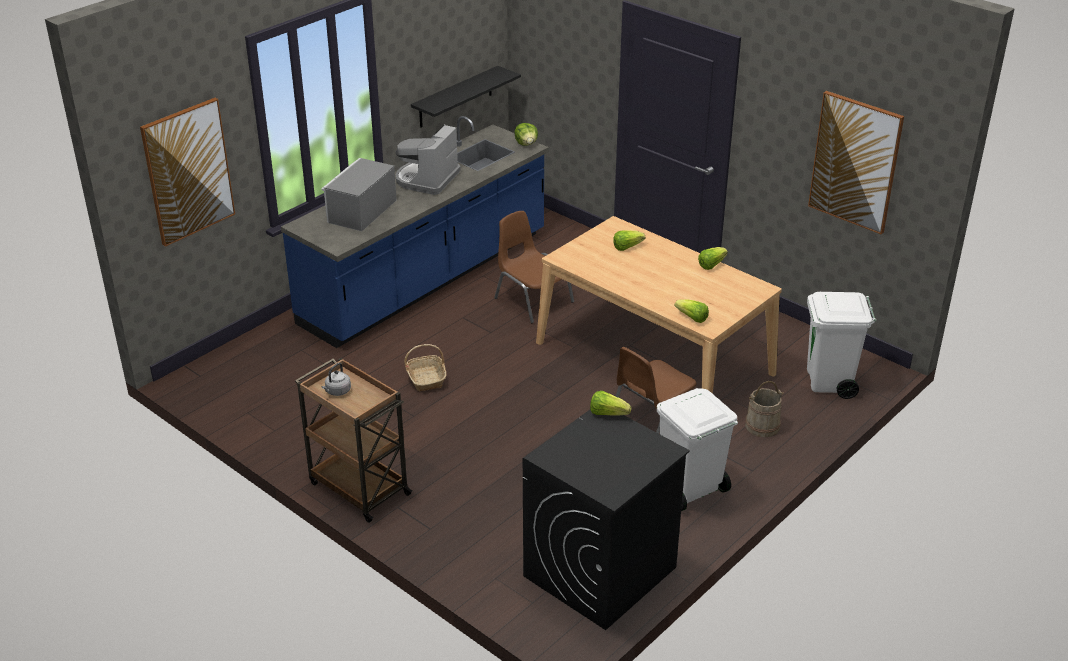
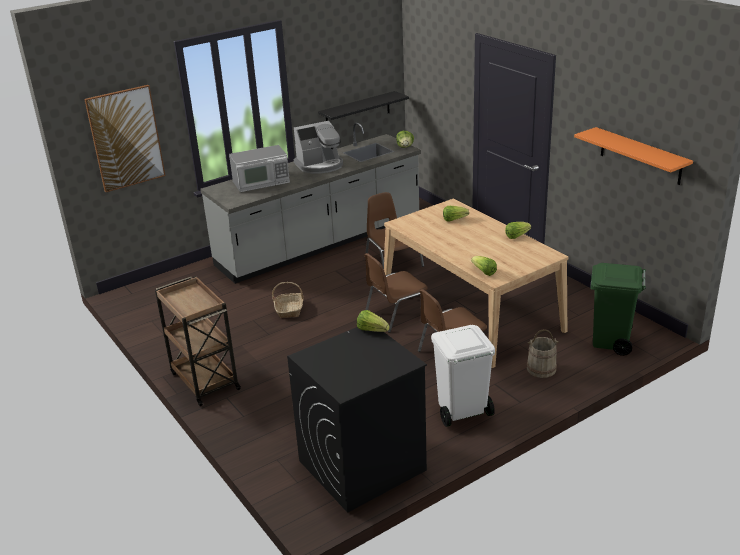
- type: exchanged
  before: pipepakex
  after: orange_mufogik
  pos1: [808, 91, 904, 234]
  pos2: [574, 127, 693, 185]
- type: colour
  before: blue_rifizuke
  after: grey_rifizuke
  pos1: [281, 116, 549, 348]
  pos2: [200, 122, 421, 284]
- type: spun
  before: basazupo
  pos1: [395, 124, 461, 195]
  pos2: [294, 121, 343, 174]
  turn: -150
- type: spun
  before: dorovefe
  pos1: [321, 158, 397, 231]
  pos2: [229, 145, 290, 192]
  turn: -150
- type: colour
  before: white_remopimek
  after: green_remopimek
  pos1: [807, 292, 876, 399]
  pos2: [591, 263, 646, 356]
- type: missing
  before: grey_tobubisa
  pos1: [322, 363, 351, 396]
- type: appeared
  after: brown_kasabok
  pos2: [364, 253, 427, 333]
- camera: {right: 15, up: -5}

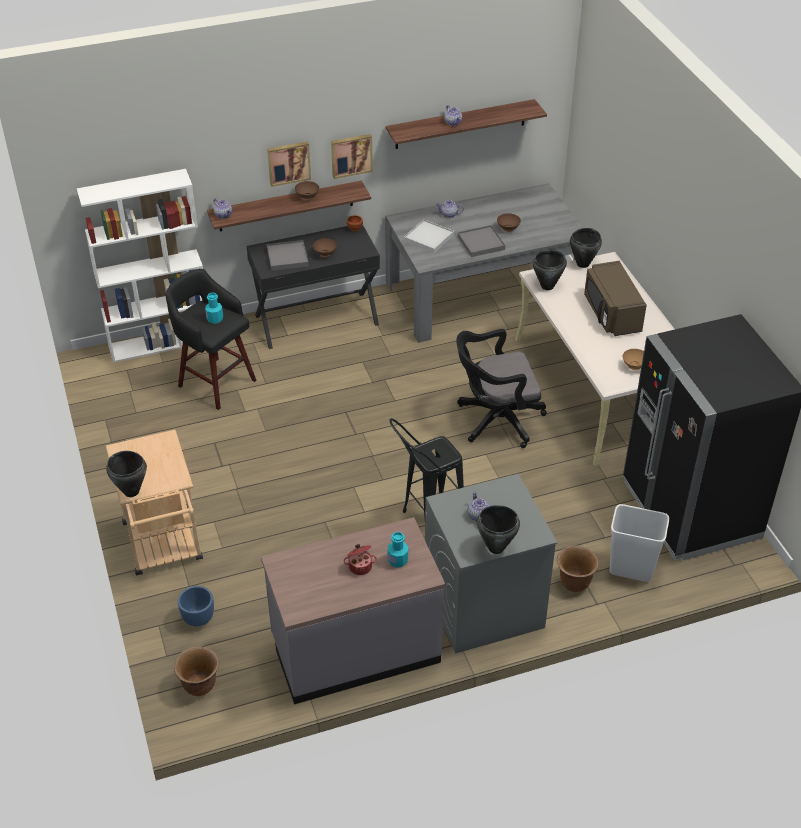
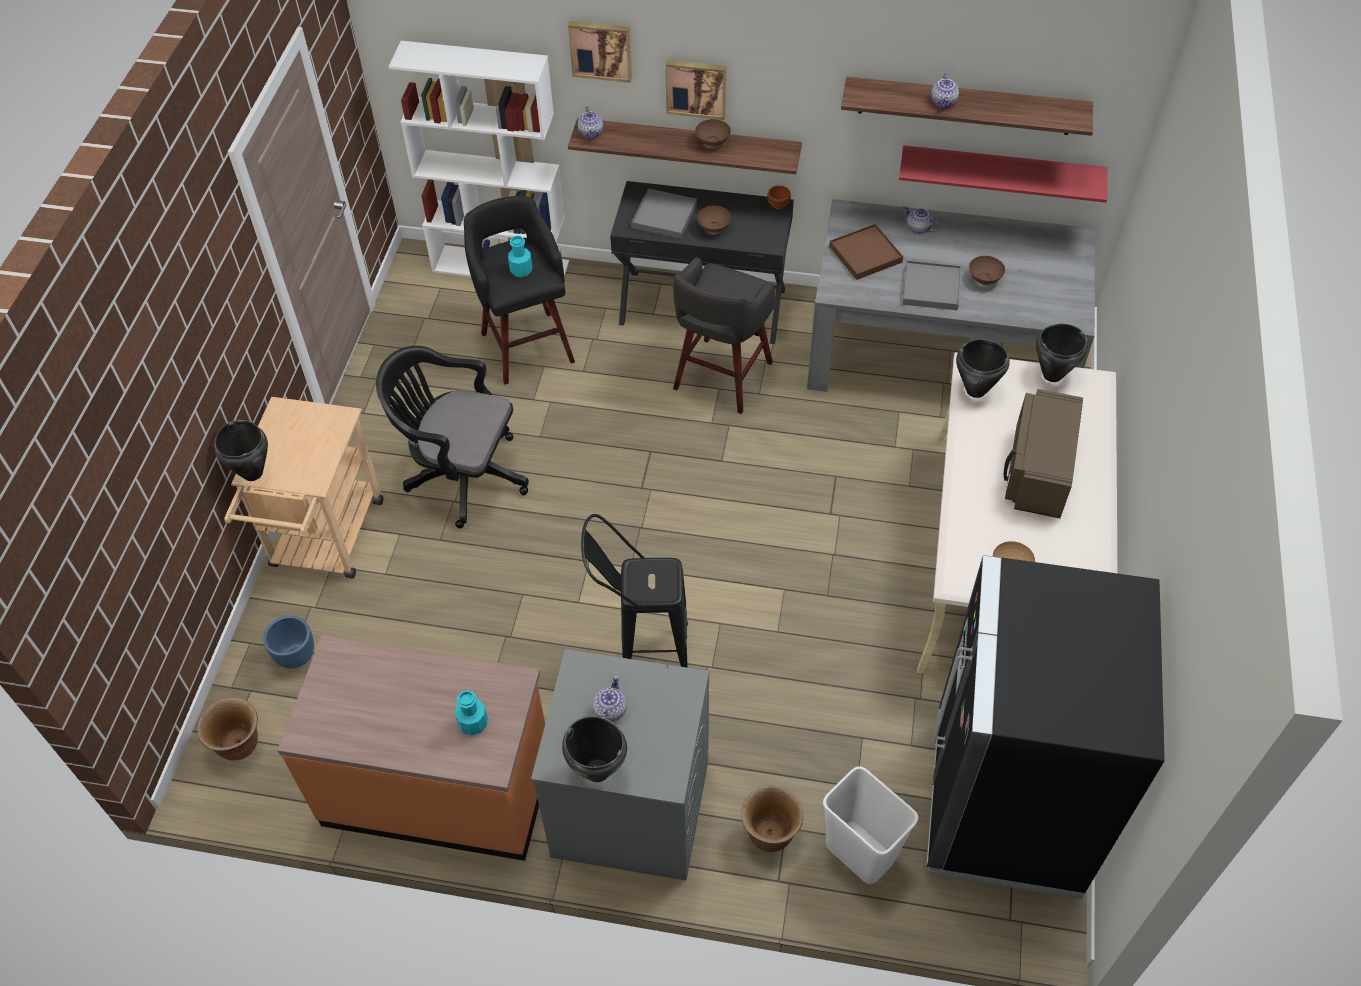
- type: relocated
  before: pipepakex
  pos1: [331, 134, 373, 179]
  pos2: [568, 21, 632, 83]
- type: colour
  before: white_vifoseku
  after: brown_vifoseku
  pos1: [404, 219, 454, 253]
  pos2: [829, 224, 903, 280]
- type: relocated
  before: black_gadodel
  pos1: [456, 329, 547, 448]
  pos2: [376, 346, 529, 528]
- type: colour
  before: grey_rifizuke
  after: orange_rifizuke
  pos1: [261, 517, 445, 704]
  pos2: [277, 636, 545, 861]
- type: missing
  before: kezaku
  pos1: [344, 544, 377, 575]
- type: appeared
  after: red_mufogik
  pos2: [899, 145, 1107, 203]
- type: appeared
  after: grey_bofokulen
  pos2: [673, 257, 775, 414]
- camera: {right: 30, up: 10}

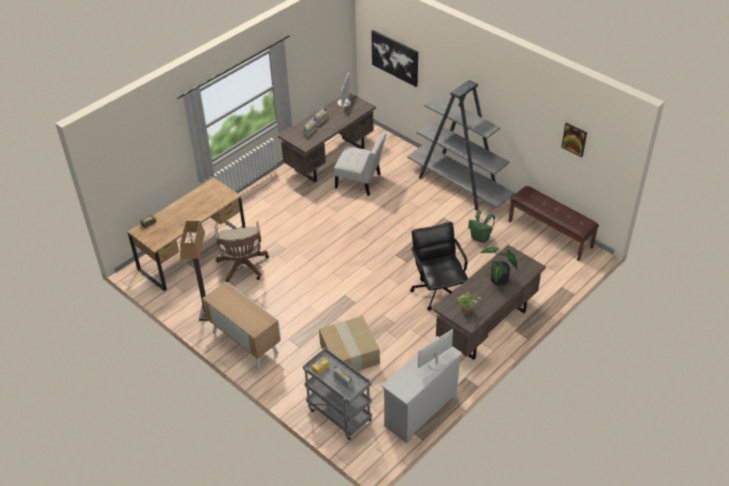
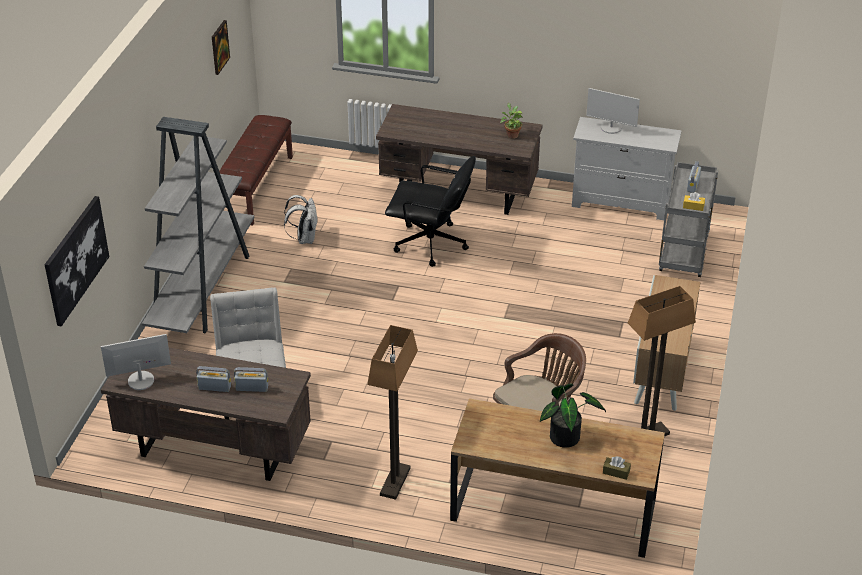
- type: colour
  before: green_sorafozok
  after: white_sorafozok
  pos1: [468, 210, 495, 243]
  pos2: [284, 195, 318, 244]
- type: spun
  before: black_gadodel
  pos1: [410, 222, 468, 310]
  pos2: [385, 156, 476, 267]
  turn: -120
- type: relocated
  before: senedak
  pos1: [480, 247, 517, 285]
  pos2: [540, 383, 606, 448]
- type: missing
  before: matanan
  pos1: [319, 316, 380, 371]
- type: appeared
  after: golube
  pos2: [367, 325, 418, 500]
- camera: {right: -120, up: -5}

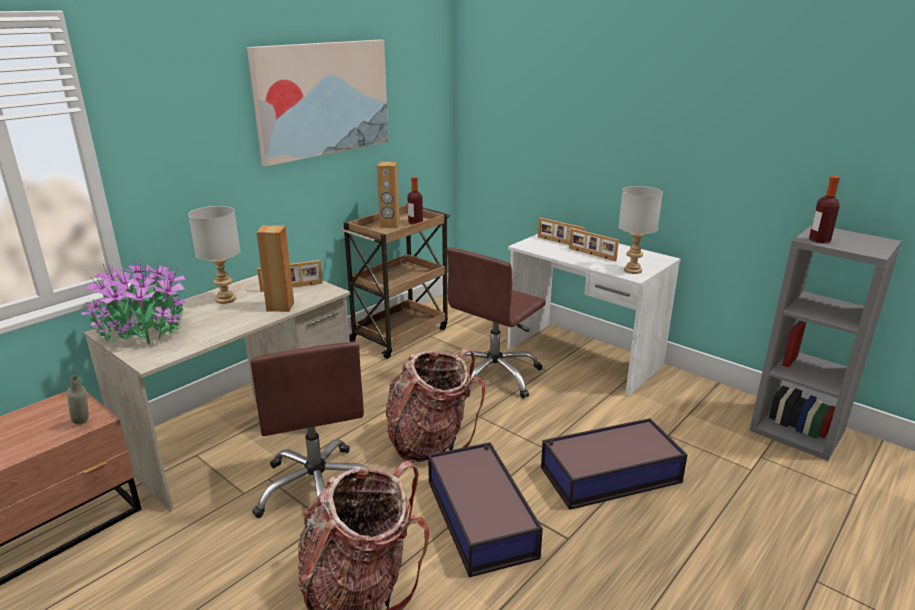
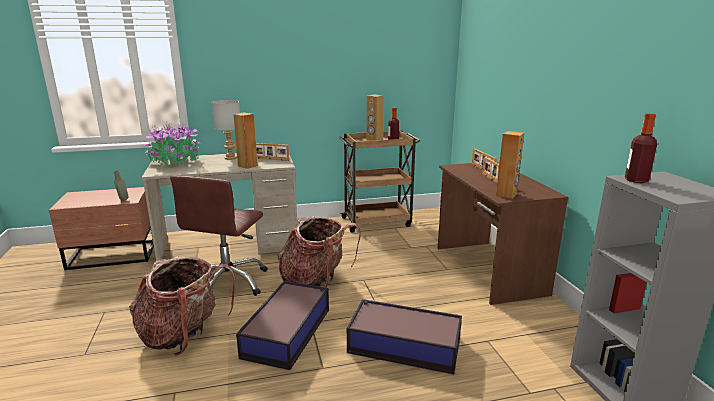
- type: missing
  before: pipepakex
  pos1: [247, 40, 389, 166]
- type: exchanged
  before: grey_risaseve
  after: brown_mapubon
  pos1: [618, 186, 663, 274]
  pos2: [496, 131, 524, 199]
- type: colour
  before: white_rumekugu
  after: brown_rumekugu
  pos1: [507, 234, 680, 396]
  pos2: [438, 162, 569, 305]
- type: missing
  before: brown_gadodel
  pos1: [447, 247, 546, 398]
- camera: {right: 35, up: -5}

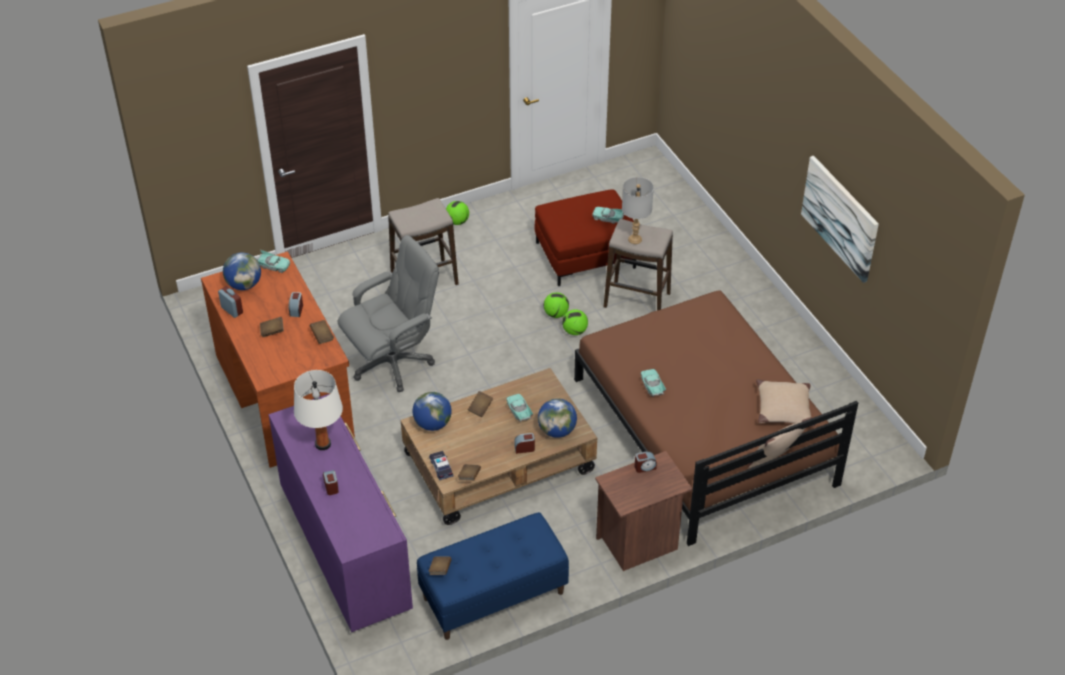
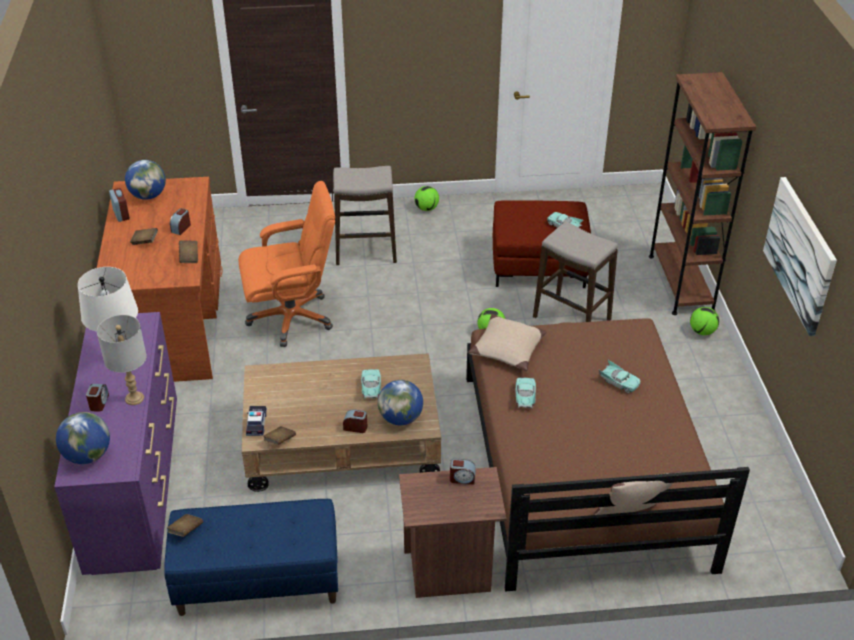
- type: relocated
  before: grey_risaseve
  pos1: [622, 177, 654, 244]
  pos2: [97, 315, 147, 405]
- type: colour
  before: grey_gadodel
  after: orange_gadodel
  pos1: [338, 235, 439, 392]
  pos2: [238, 181, 335, 347]
- type: relocated
  before: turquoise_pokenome
  pos1: [257, 250, 290, 273]
  pos2: [598, 360, 641, 393]
- type: relocated
  before: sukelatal
  pos1: [544, 292, 569, 318]
  pos2: [690, 307, 719, 335]
- type: relocated
  before: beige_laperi
  pos1: [756, 379, 815, 426]
  pos2: [469, 314, 547, 371]
- type: missing
  before: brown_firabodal
  pos1: [468, 391, 493, 417]
- type: relocated
  before: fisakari
  pos1: [413, 392, 452, 431]
  pos2: [56, 412, 110, 464]
- type: appeared
  after: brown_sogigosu
  pos2: [649, 72, 756, 315]
- camera: {right: 20, up: -5}

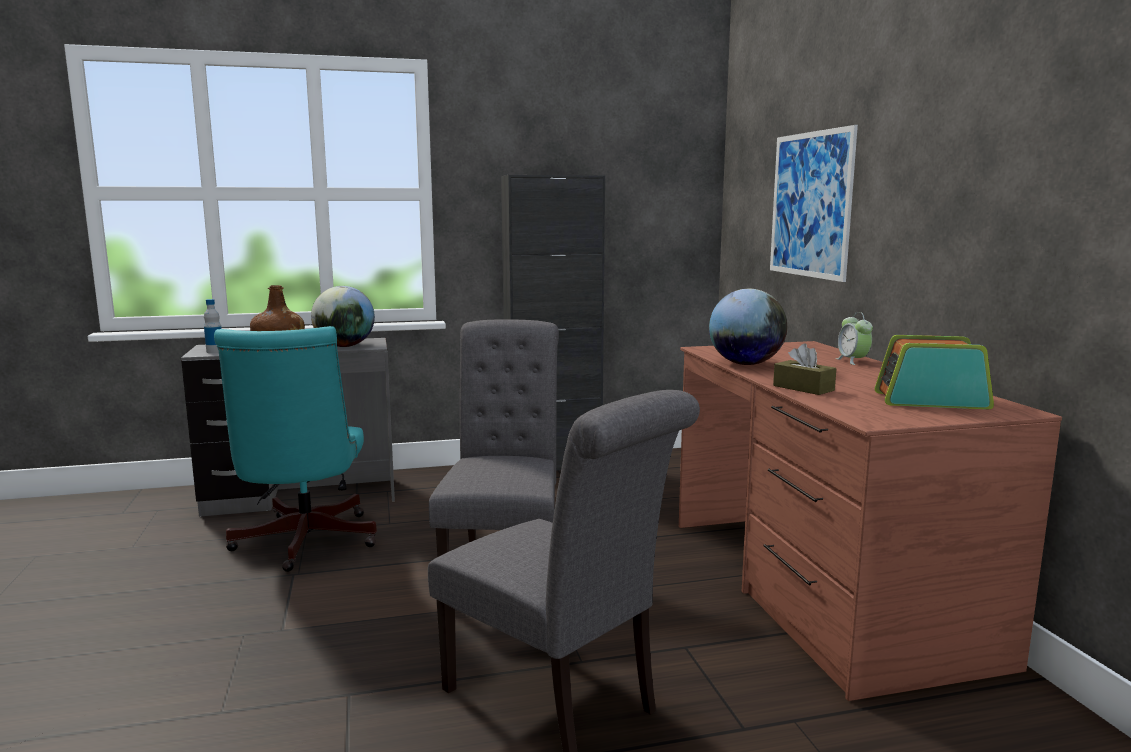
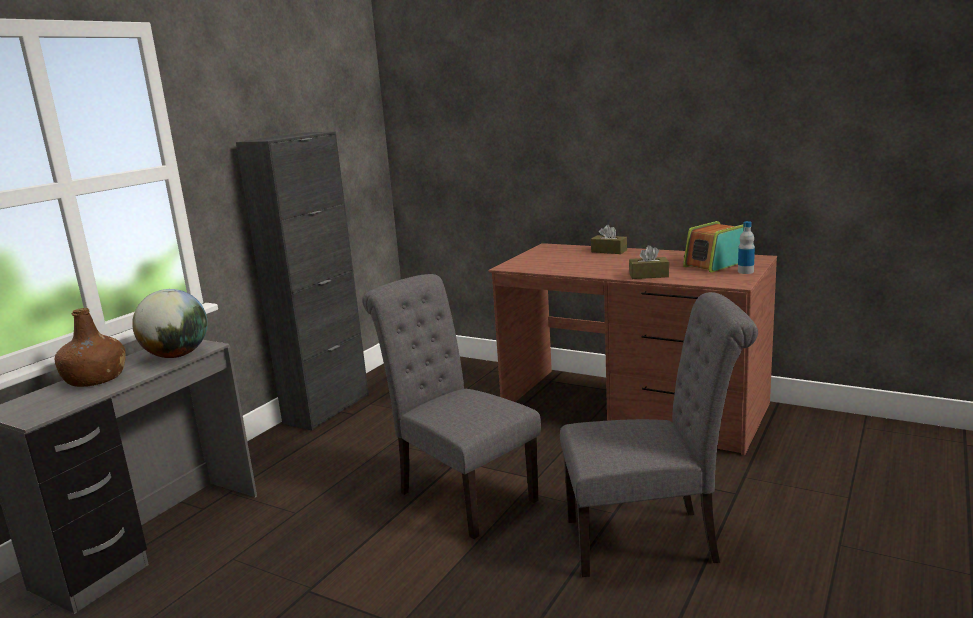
- type: missing
  before: pipepakex
  pos1: [770, 125, 858, 282]
- type: missing
  before: fisakari
  pos1: [709, 289, 787, 365]
- type: relocated
  before: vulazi
  pos1: [204, 299, 222, 353]
  pos2: [738, 221, 755, 274]
- type: exchanged
  before: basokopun
  after: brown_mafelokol
  pos1: [836, 312, 873, 365]
  pos2: [591, 225, 627, 254]
- type: missing
  before: turquoise_gadodel
  pos1: [214, 326, 377, 572]
- camera: {right: -45, up: 5}

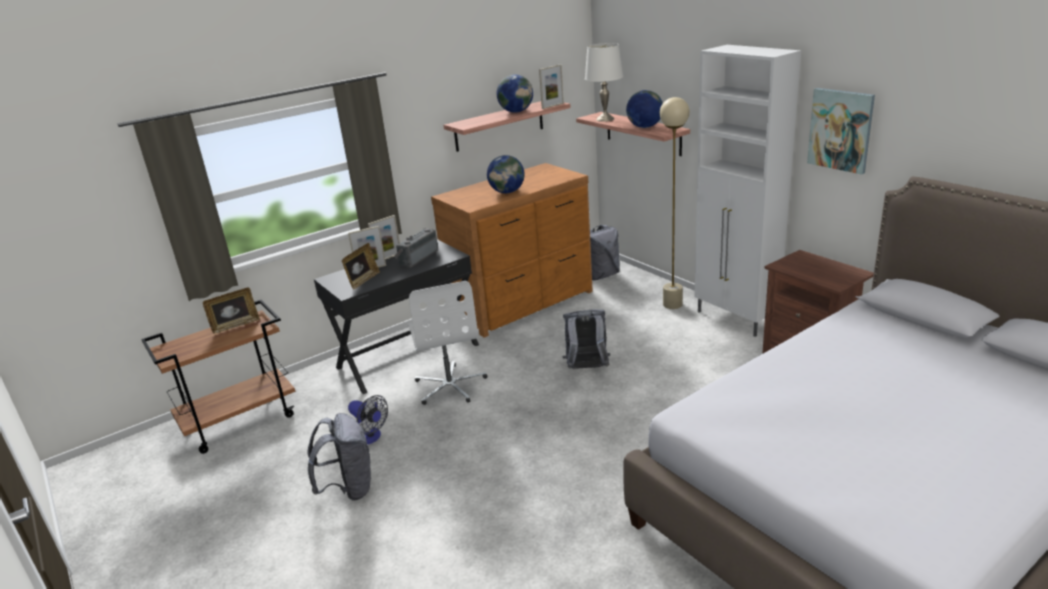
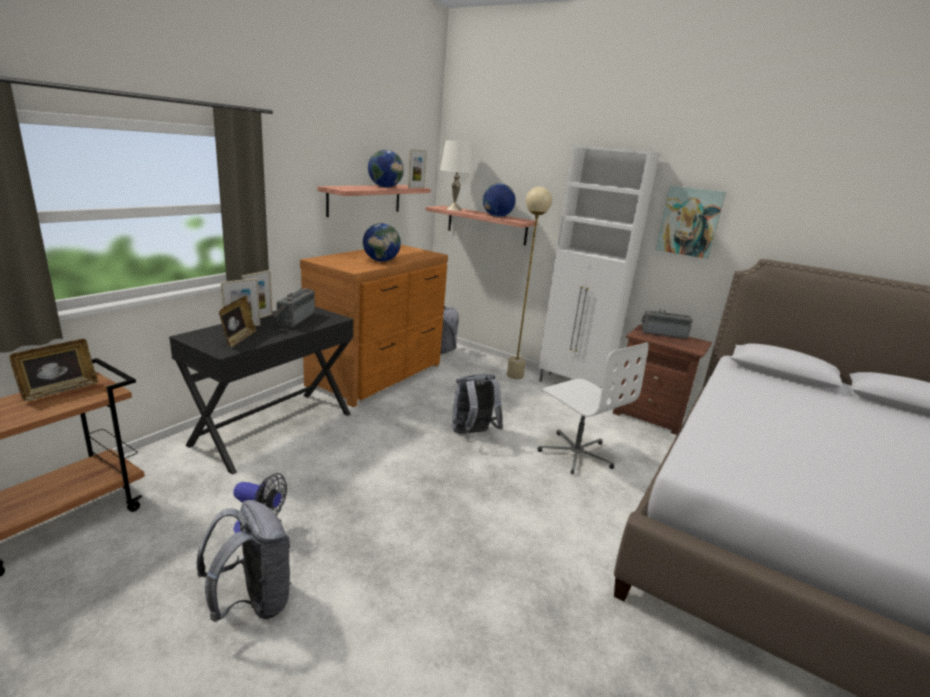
- type: relocated
  before: white_gadodel
  pos1: [408, 281, 487, 405]
  pos2: [538, 343, 649, 474]
- type: appeared
  after: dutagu
  pos2: [641, 309, 693, 339]
- camera: {right: -25, up: -5}

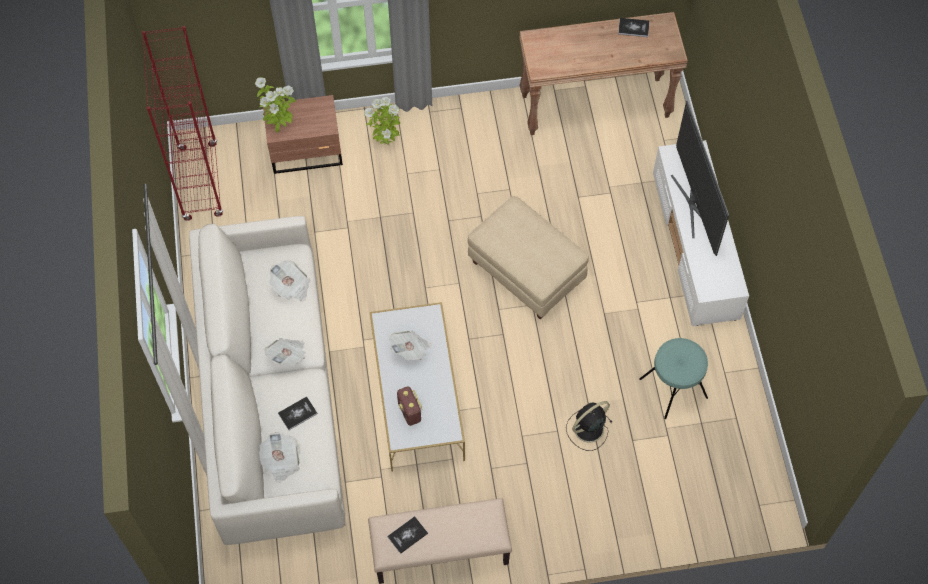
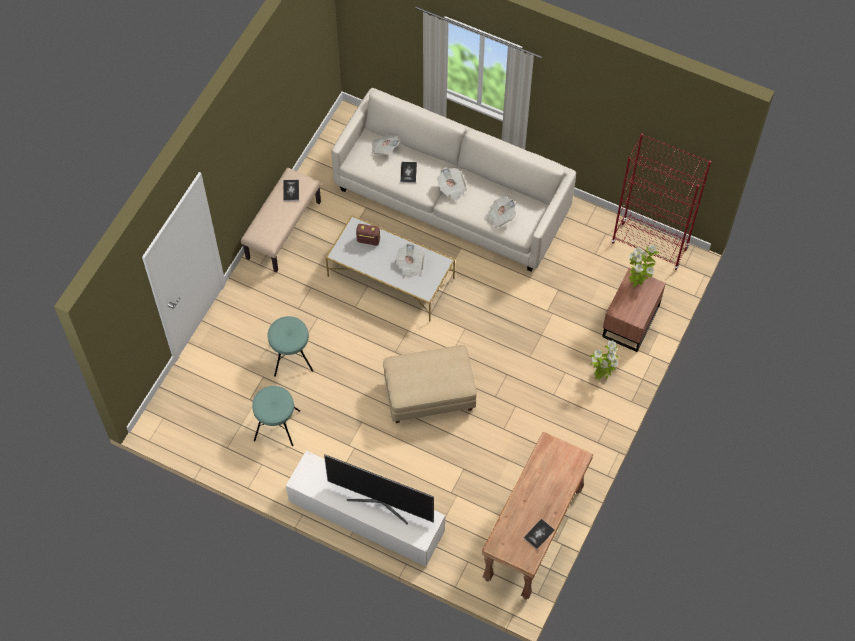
- type: exchanged
  before: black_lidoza
  after: turquoise_bofokulen
  pos1: [566, 401, 613, 451]
  pos2: [268, 316, 313, 377]
- camera: {right: 125, up: 0}

